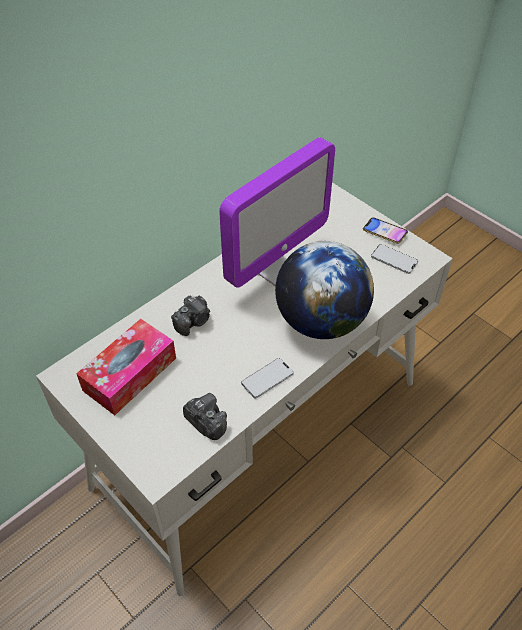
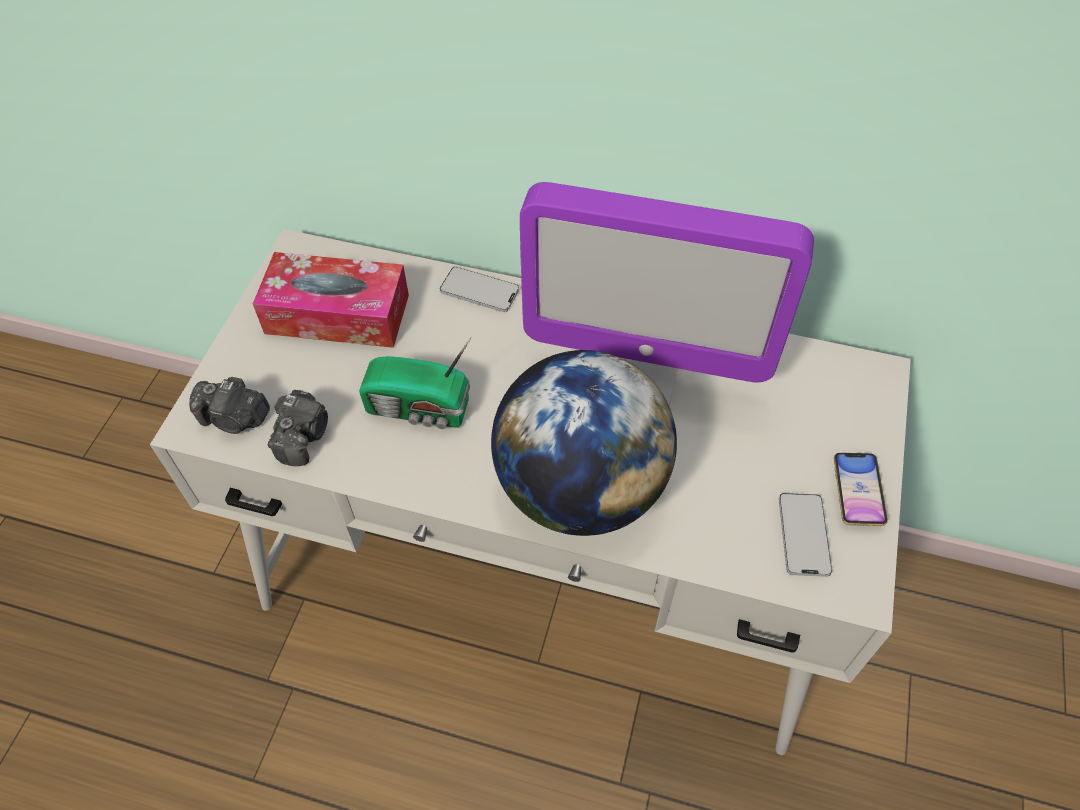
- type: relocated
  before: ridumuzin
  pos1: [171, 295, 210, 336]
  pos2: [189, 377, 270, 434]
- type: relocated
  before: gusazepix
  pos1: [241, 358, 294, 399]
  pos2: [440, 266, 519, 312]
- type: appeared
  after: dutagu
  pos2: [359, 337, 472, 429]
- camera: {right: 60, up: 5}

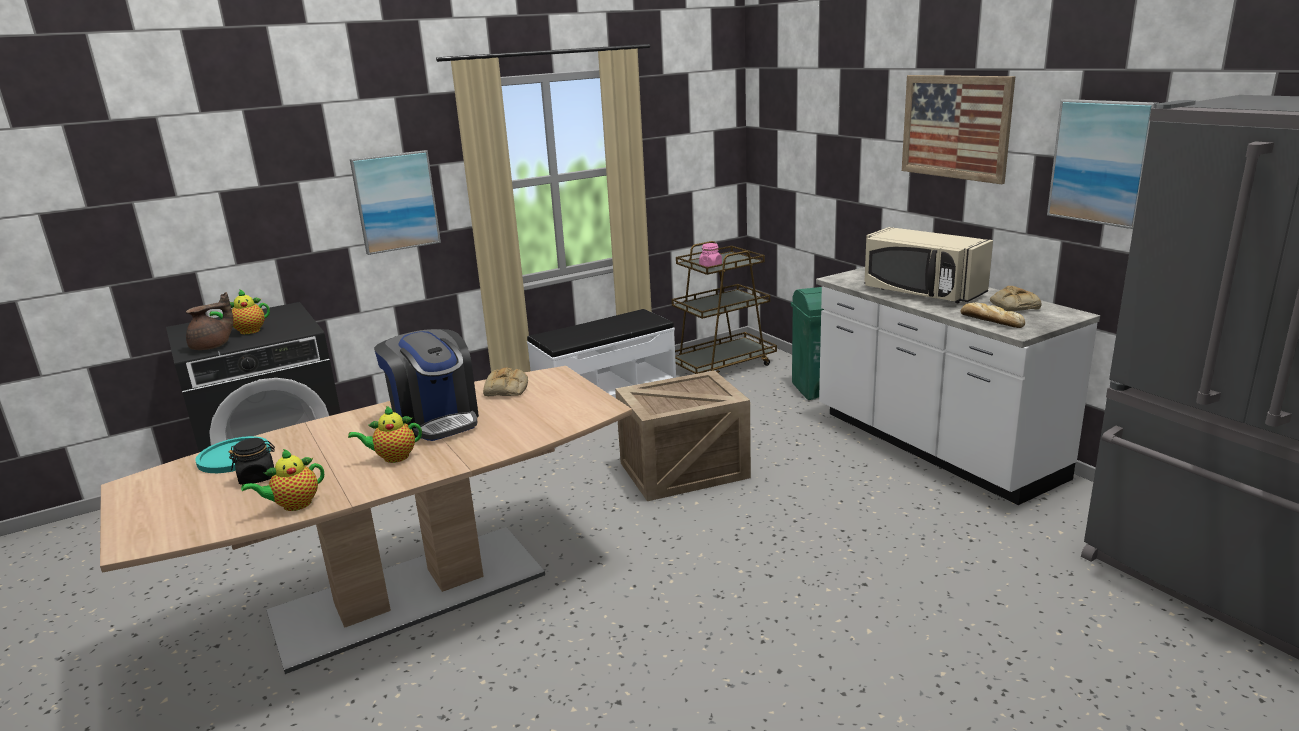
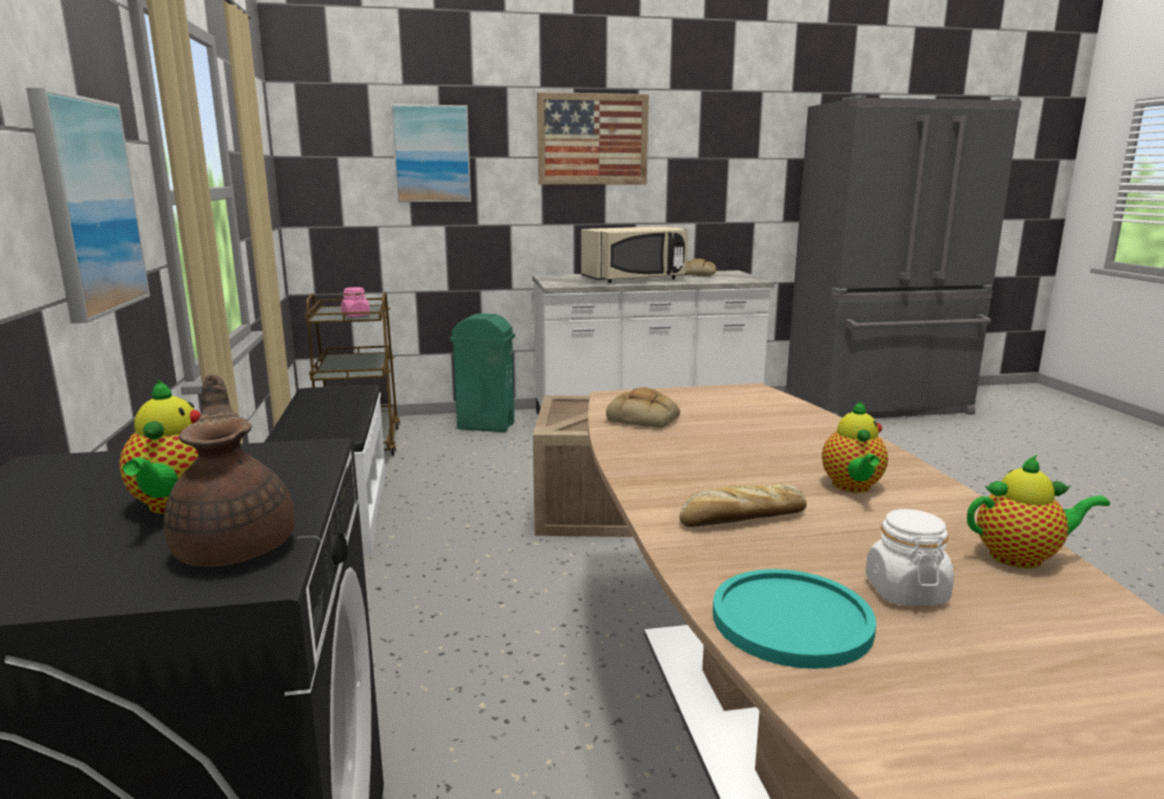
- type: relocated
  before: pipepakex
  pos1: [1047, 99, 1158, 229]
  pos2: [391, 104, 471, 202]
- type: relocated
  before: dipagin
  pos1: [960, 302, 1025, 328]
  pos2: [679, 484, 807, 527]
- type: missing
  before: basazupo
  pos1: [374, 329, 479, 441]
- type: colour
  before: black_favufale
  after: white_favufale
  pos1: [229, 438, 275, 485]
  pos2: [865, 509, 954, 605]
- type: spun
  before: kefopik
  pos1: [241, 449, 324, 511]
  pos2: [967, 455, 1110, 568]
  turn: -75
- camera: {right: -70, up: -5}

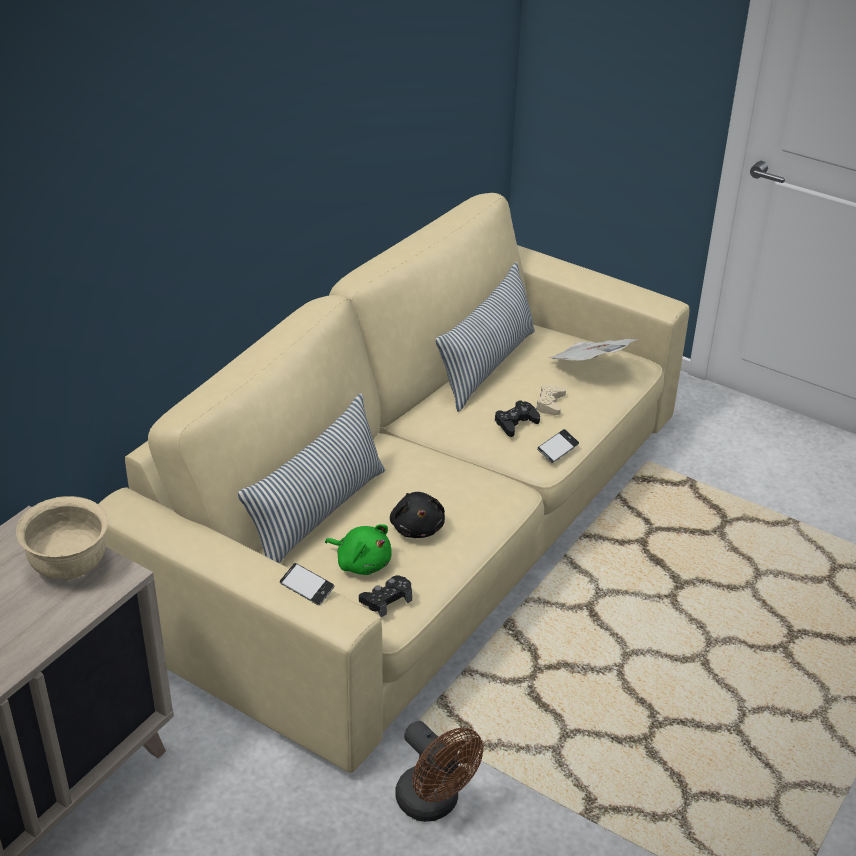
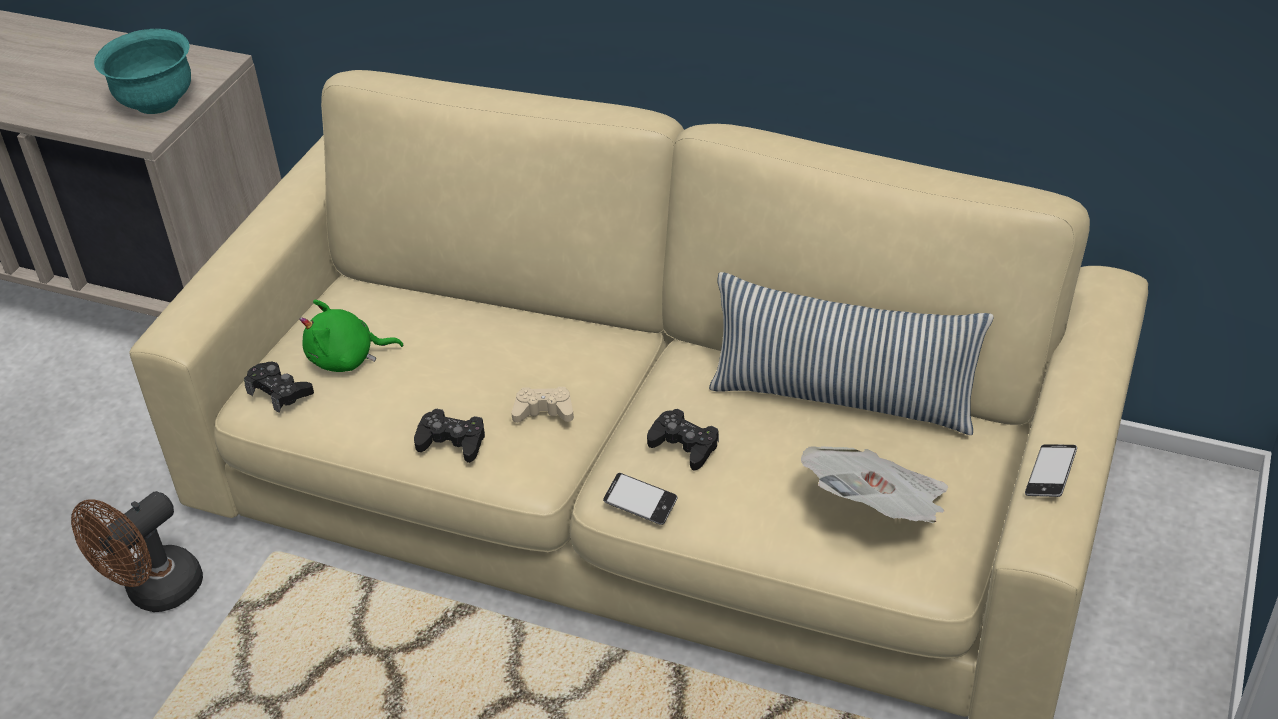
- type: relocated
  before: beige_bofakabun
  pos1: [536, 384, 566, 415]
  pos2: [511, 387, 574, 423]
- type: missing
  before: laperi
  pos1: [238, 393, 385, 563]
- type: missing
  before: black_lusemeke
  pos1: [390, 492, 445, 538]
- type: colour
  before: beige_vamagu
  after: turquoise_vamagu
  pos1: [16, 496, 108, 580]
  pos2: [94, 29, 191, 114]
- type: spun
  before: green_lusemeke
  pos1: [325, 524, 392, 575]
  pos2: [299, 300, 404, 372]
  turn: 60
- type: relocated
  before: gusazepix
  pos1: [280, 563, 334, 605]
  pos2: [1025, 444, 1077, 497]
- type: appeared
  after: black_bofakabun
  pos2: [414, 409, 485, 463]
- camera: {right: 80, up: 5}

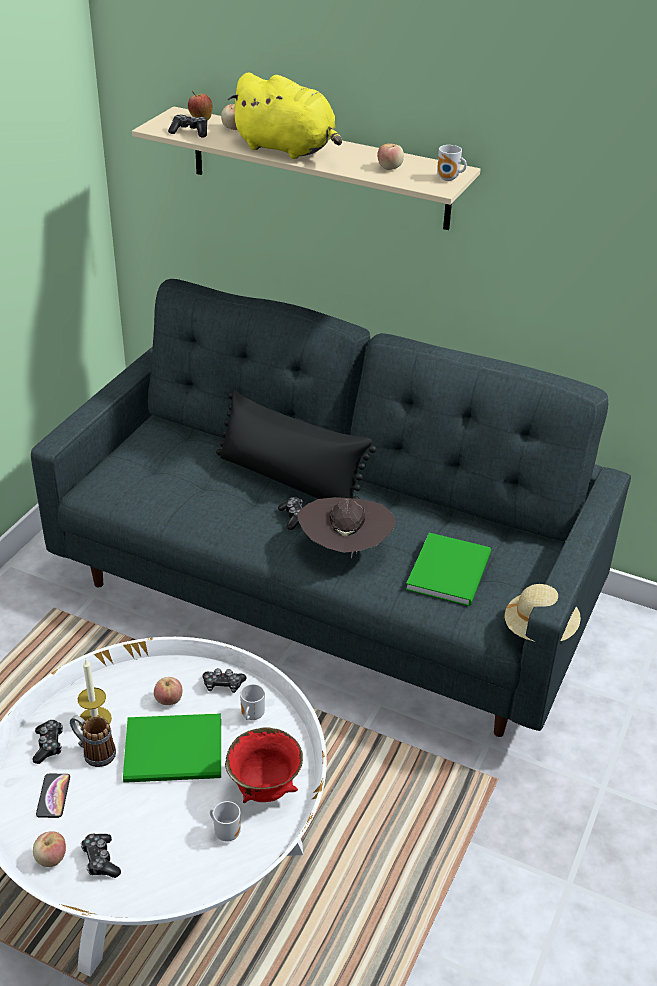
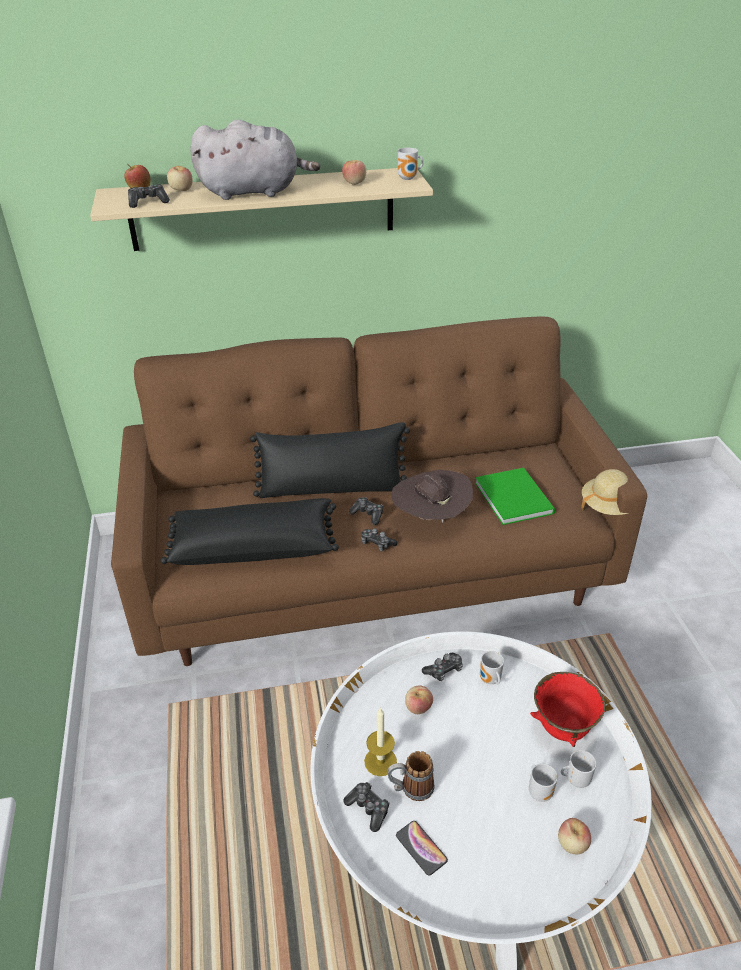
- type: colour
  before: yellow_lusemeke
  after: grey_lusemeke
  pos1: [228, 72, 342, 159]
  pos2: [190, 119, 320, 200]
- type: colour
  before: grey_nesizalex
  after: brown_nesizalex
  pos1: [31, 279, 631, 737]
  pos2: [111, 316, 647, 666]
- type: missing
  before: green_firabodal
  pos1: [123, 713, 221, 783]
- type: relocated
  before: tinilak
  pos1: [33, 831, 66, 867]
  pos2: [558, 818, 591, 854]
- type: relocated
  before: bofakabun
  pos1: [81, 834, 121, 878]
  pos2: [361, 528, 397, 551]
- type: appeared
  after: black_laperi
  pos2: [160, 498, 339, 565]
- type: appeared
  after: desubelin
  pos2: [529, 763, 558, 802]
- camera: {right: -35, up: 0}

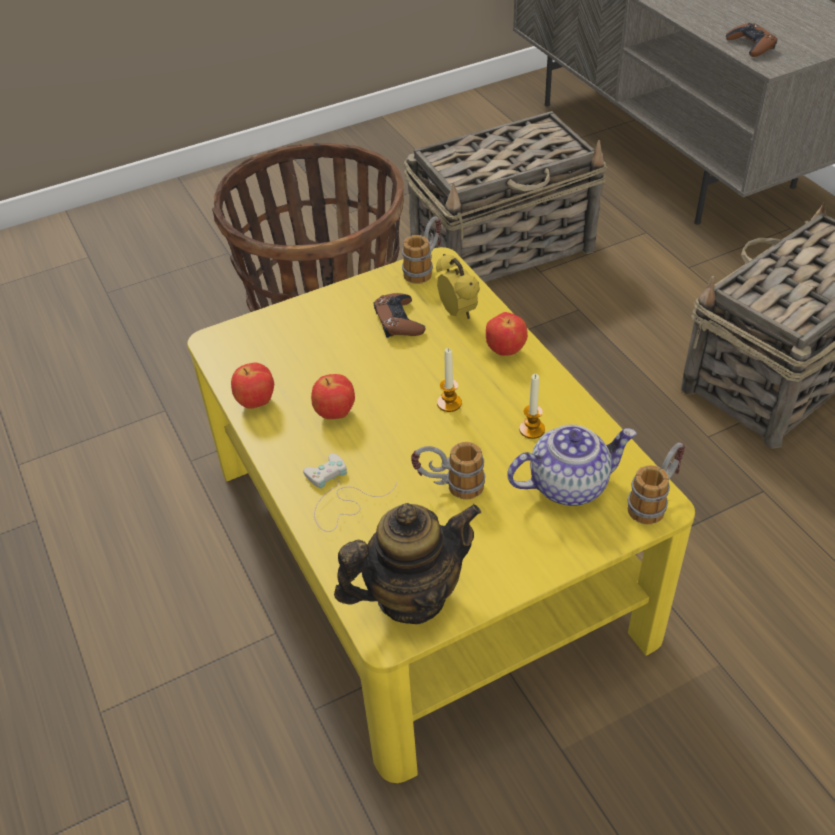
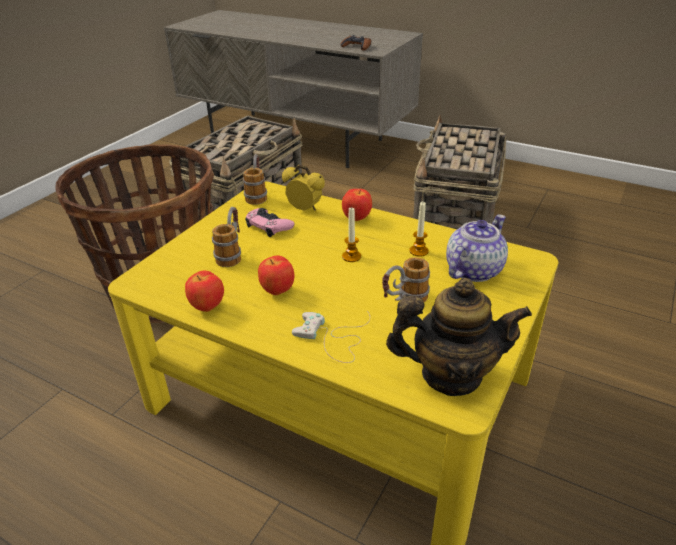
- type: colour
  before: brown_bofakabun
  after: pink_bofakabun
  pos1: [374, 293, 426, 338]
  pos2: [245, 208, 294, 237]
- type: relocated
  before: desubelin
  pos1: [627, 442, 685, 525]
  pos2: [212, 207, 241, 267]
- type: spun
  before: kefopik
  pos1: [334, 503, 481, 624]
  pos2: [386, 278, 532, 396]
  turn: 60
- camera: {right: -35, up: -10}

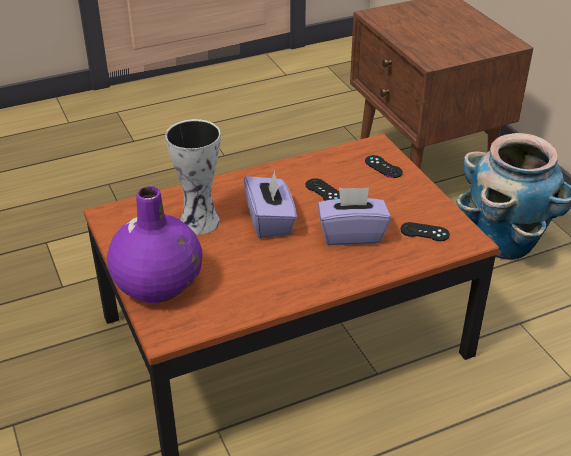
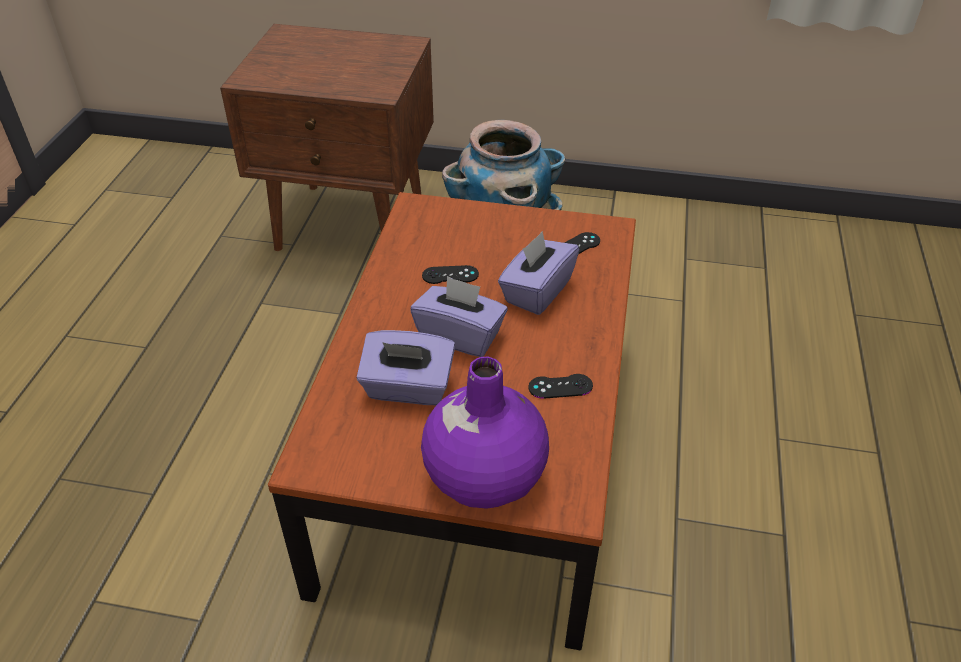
- type: exchanged
  before: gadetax
  after: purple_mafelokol
  pos1: [165, 119, 220, 235]
  pos2: [357, 330, 455, 405]
- type: relocated
  before: black_bofakabun
  pos1: [365, 155, 403, 178]
  pos2: [528, 374, 593, 399]
- camera: {right: -55, up: 5}

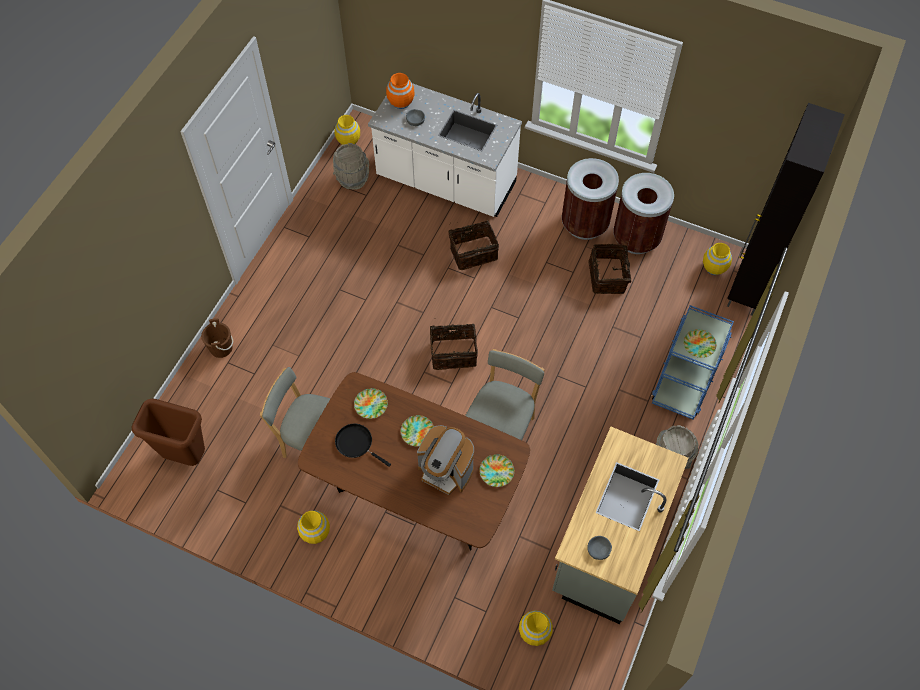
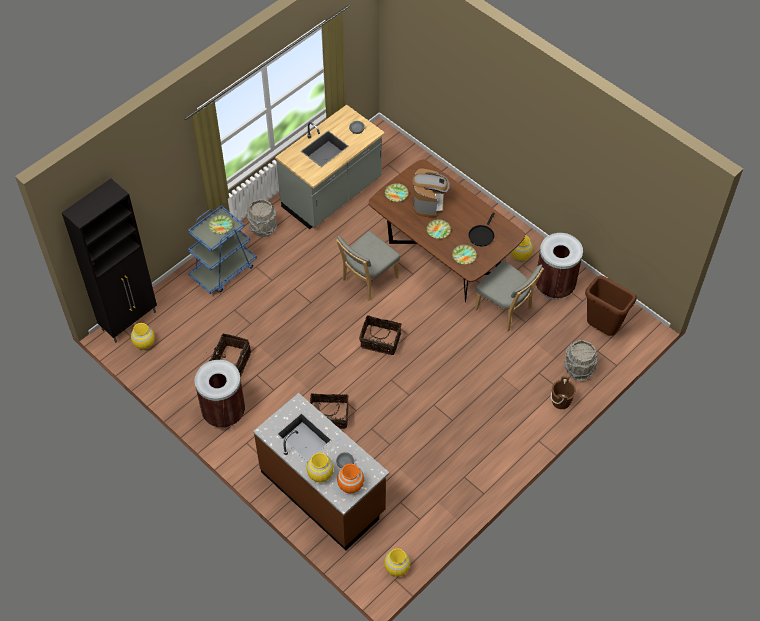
- type: colour
  before: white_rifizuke
  after: brown_rifizuke
  pos1: [368, 83, 522, 217]
  pos2: [253, 393, 389, 551]
- type: relocated
  before: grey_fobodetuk
  pos1: [333, 143, 369, 190]
  pos2: [564, 340, 598, 381]
- type: relocated
  before: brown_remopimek
  pos1: [613, 173, 674, 254]
  pos2: [536, 233, 583, 299]
- type: spun
  before: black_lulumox
  pos1: [335, 424, 391, 467]
  pos2: [468, 213, 495, 246]
  turn: 60
- type: spun
  before: basazupo
  pos1: [417, 425, 474, 495]
  pos2: [412, 168, 450, 217]
  turn: 45
- type: relocated
  before: yellow_gadetax
  pos1: [519, 610, 553, 646]
  pos2: [306, 453, 334, 482]
- camera: {right: -160, up: -5}

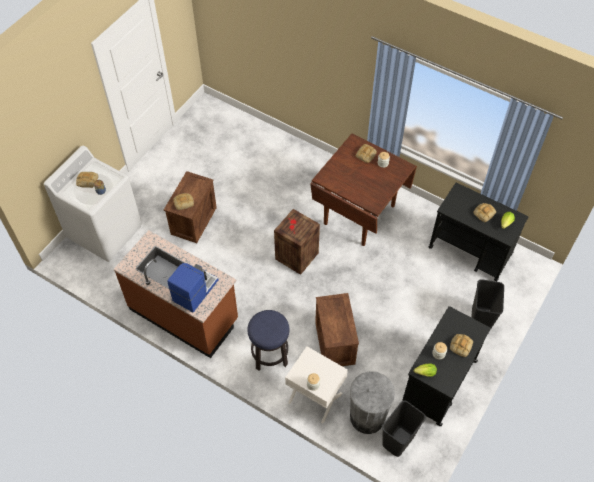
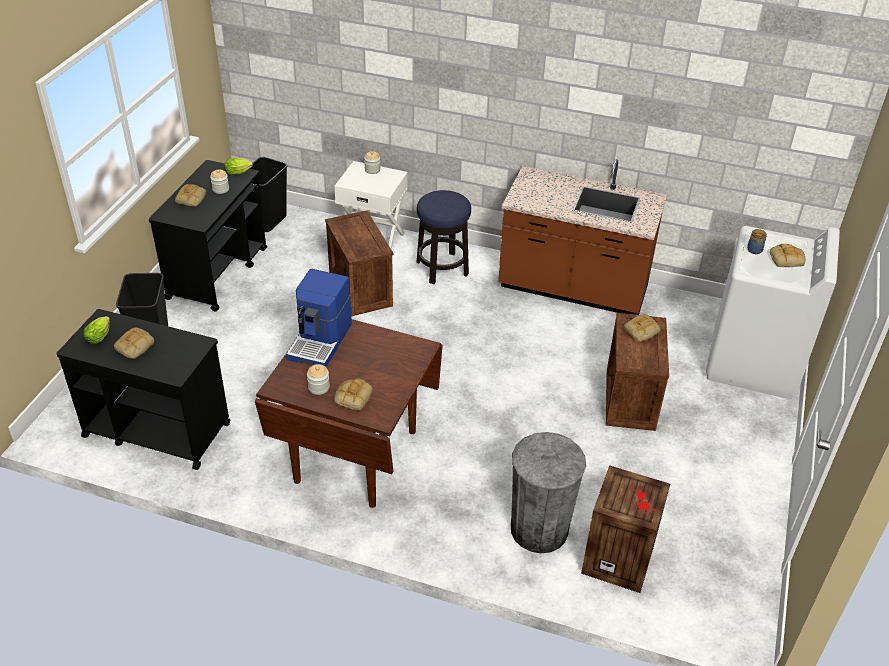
- type: relocated
  before: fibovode
  pos1: [274, 209, 320, 275]
  pos2: [581, 465, 670, 593]
- type: relocated
  before: basazupo
  pos1: [168, 263, 218, 312]
  pos2: [286, 269, 352, 367]
- type: relocated
  before: grey_remopimek
  pos1: [350, 371, 395, 434]
  pos2: [511, 432, 586, 553]
- camera: {right: 165, up: -15}

